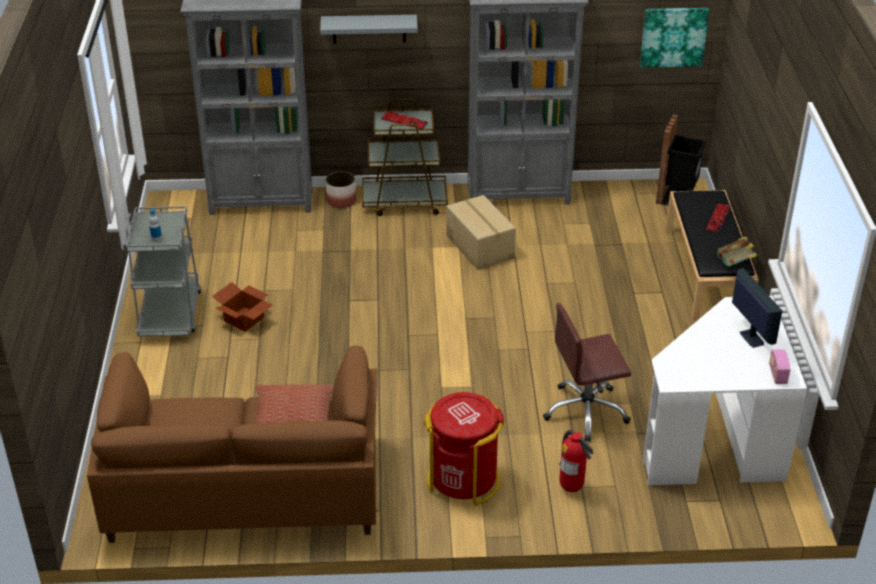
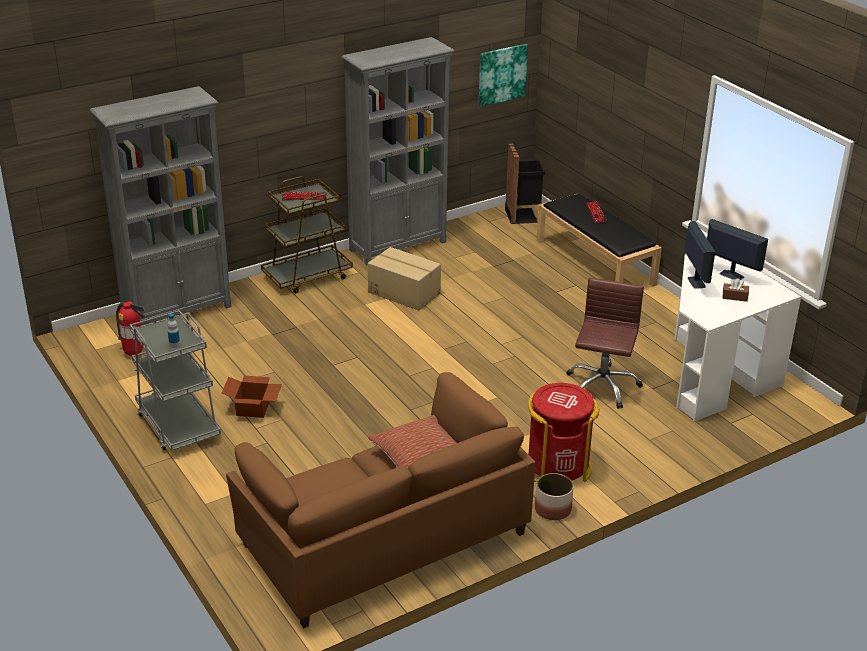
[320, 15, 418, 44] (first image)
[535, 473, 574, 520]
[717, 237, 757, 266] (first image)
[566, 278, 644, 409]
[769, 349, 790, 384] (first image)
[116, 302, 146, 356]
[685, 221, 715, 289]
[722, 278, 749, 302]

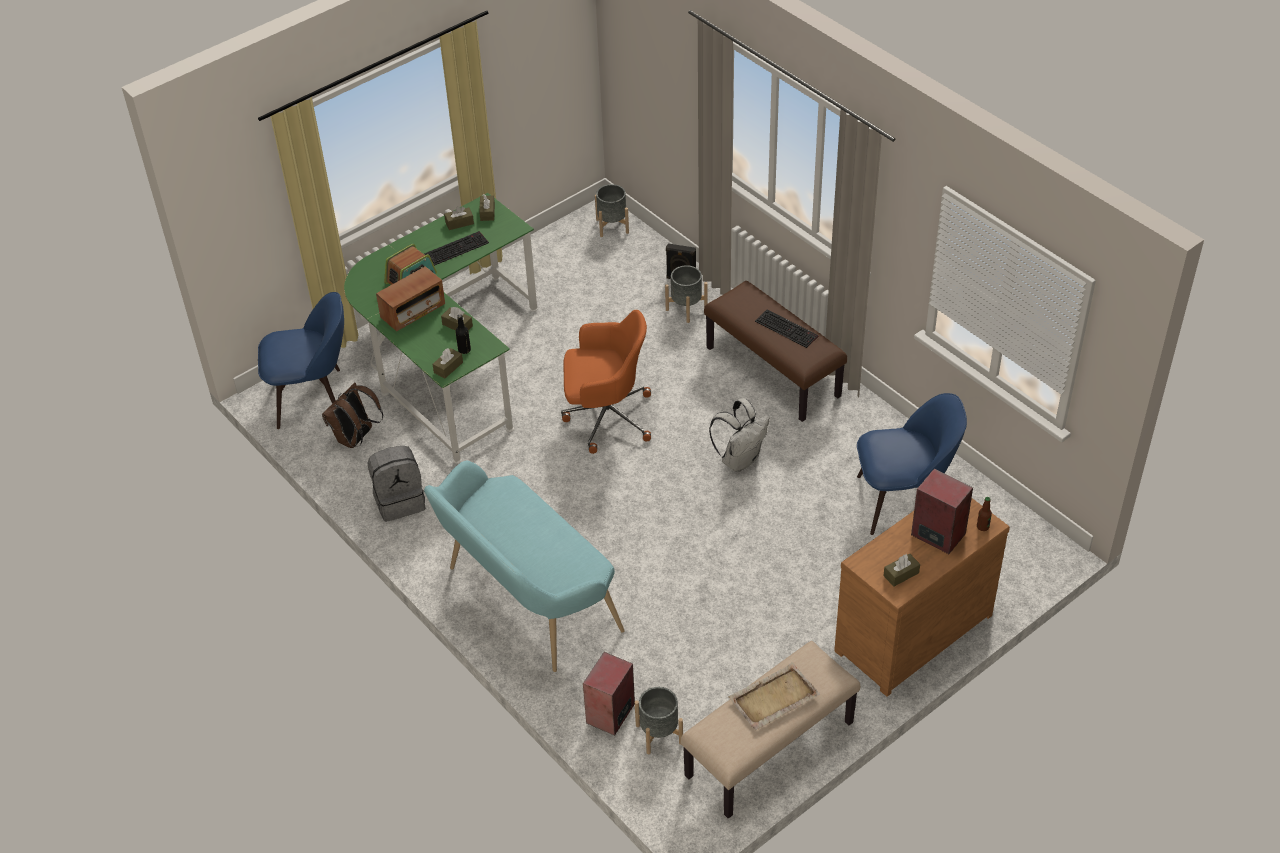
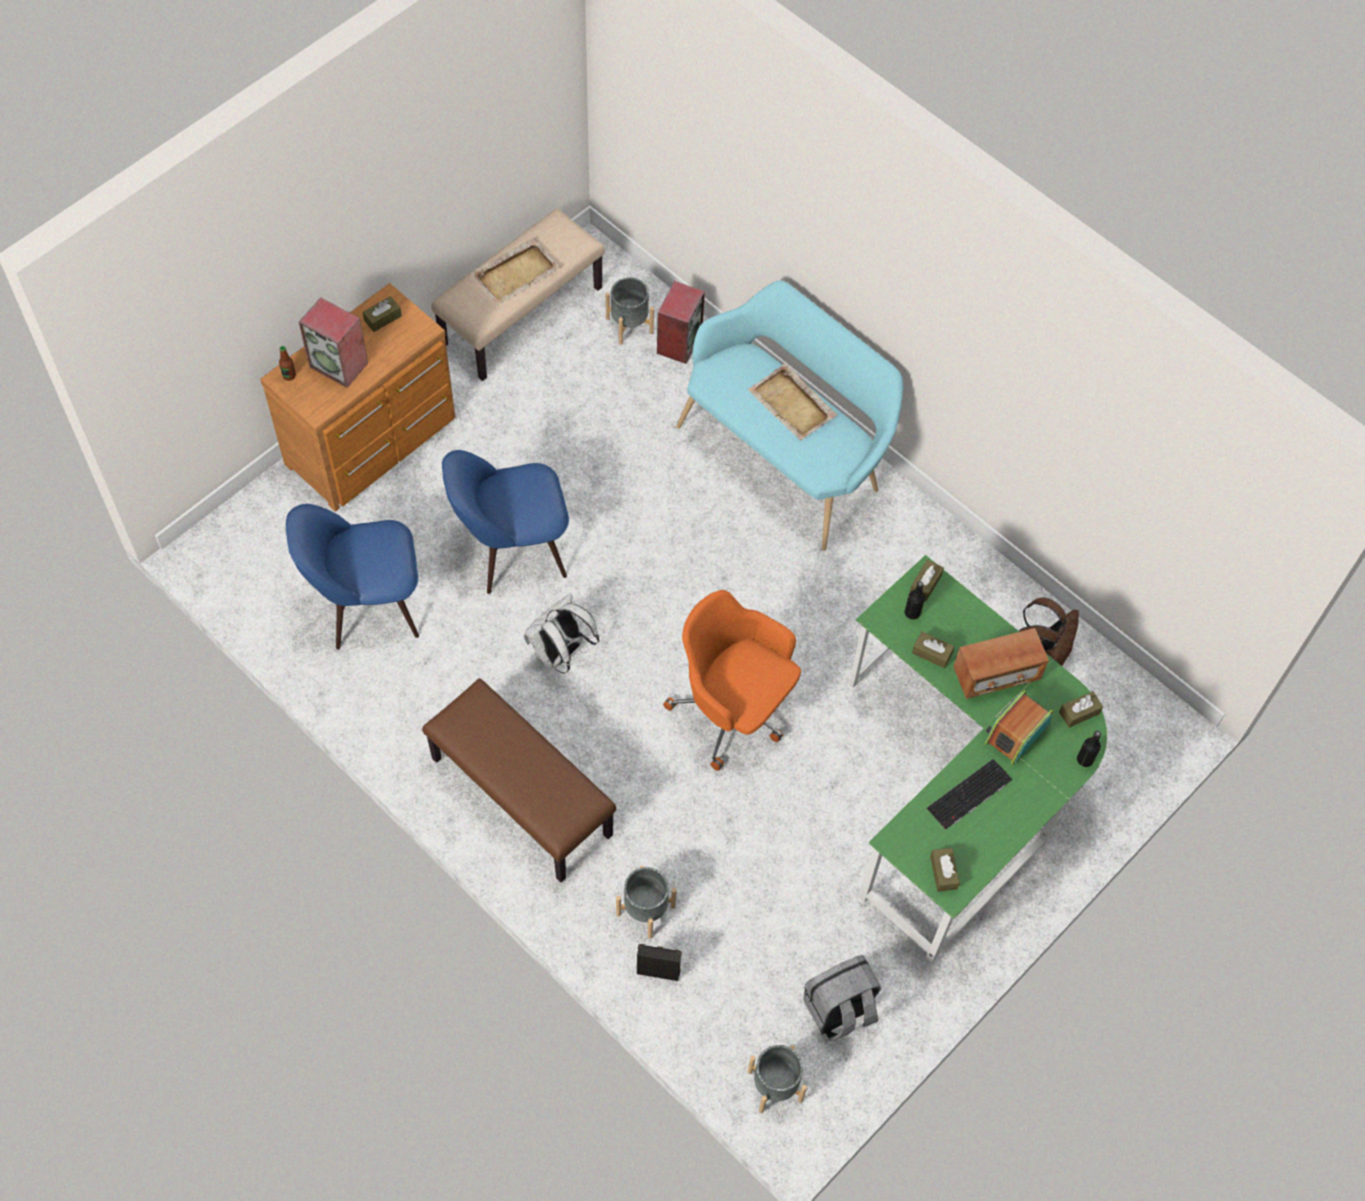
[1059, 691, 1103, 728]
[953, 628, 1049, 699]
[442, 450, 569, 594]
[663, 590, 801, 771]
[755, 310, 819, 348] (first image)
[803, 955, 881, 1041]
[747, 364, 837, 441]
[1077, 731, 1101, 767]

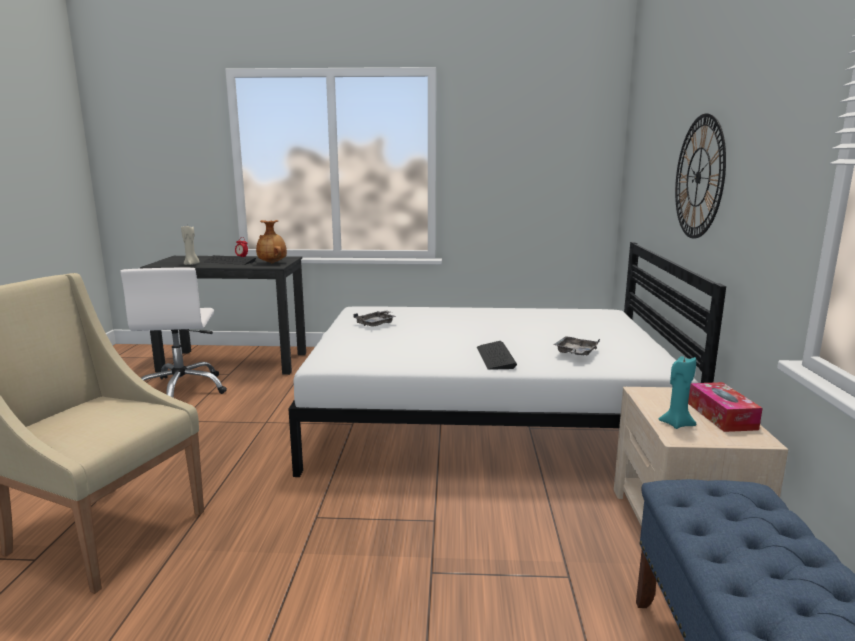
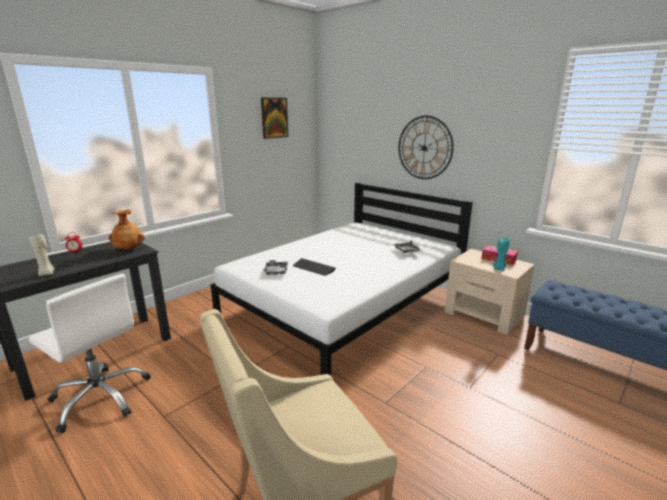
[293, 258, 335, 276]
[261, 98, 288, 139]

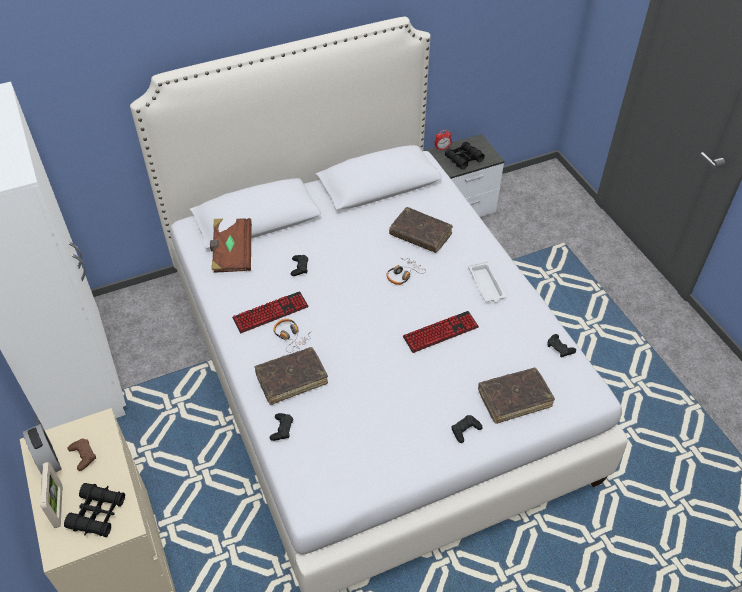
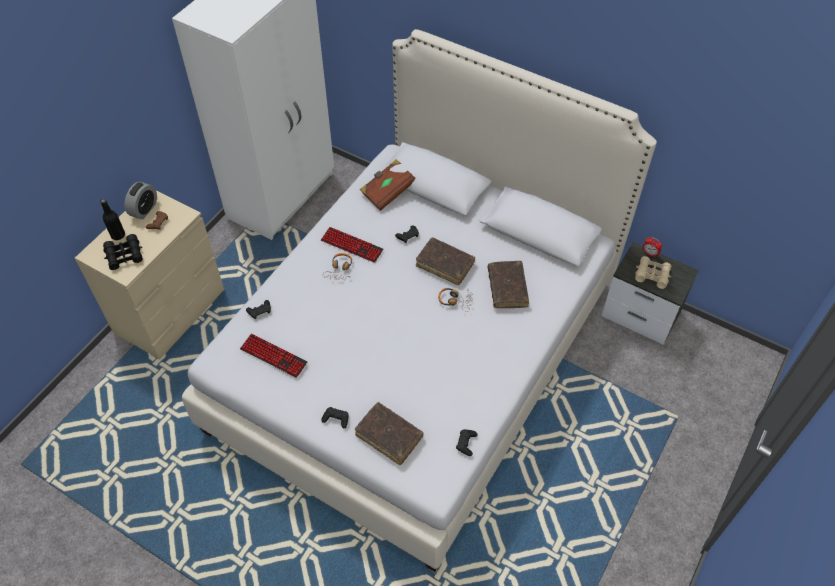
[635, 256, 671, 289]
[468, 261, 506, 302] (first image)
[240, 333, 307, 378]
[416, 237, 475, 285]
[100, 199, 125, 240]

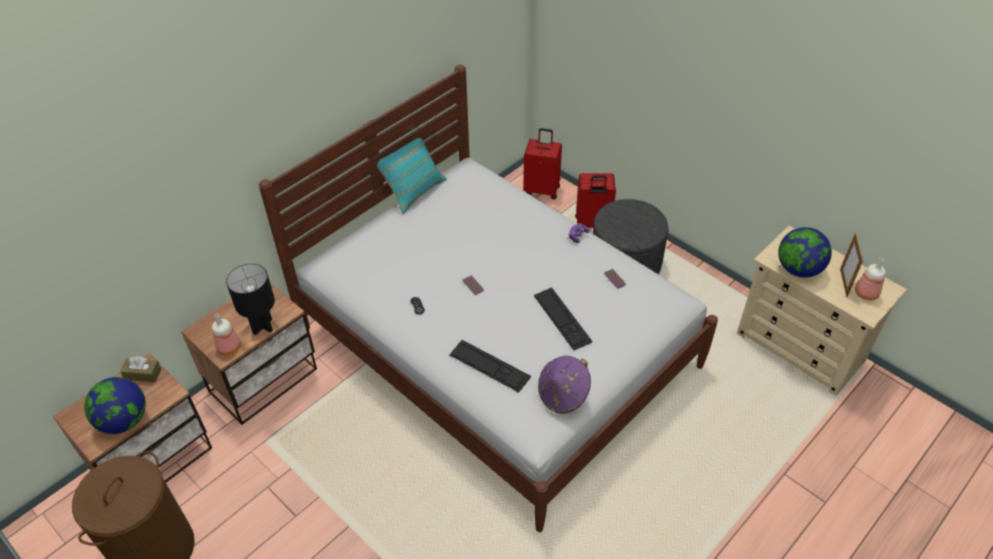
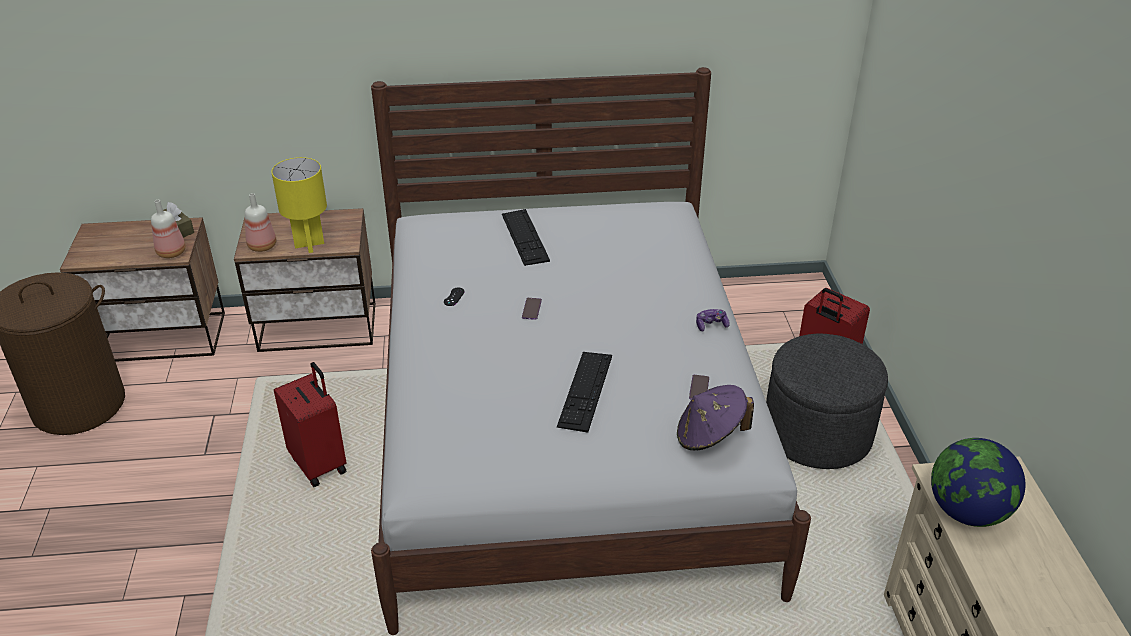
[377, 127, 447, 214] (first image)
[274, 362, 347, 487]
[840, 233, 863, 297] (first image)
[151, 200, 186, 258]
[272, 157, 327, 253]
[502, 209, 550, 266]
[677, 385, 754, 450]
[84, 377, 146, 434] (first image)

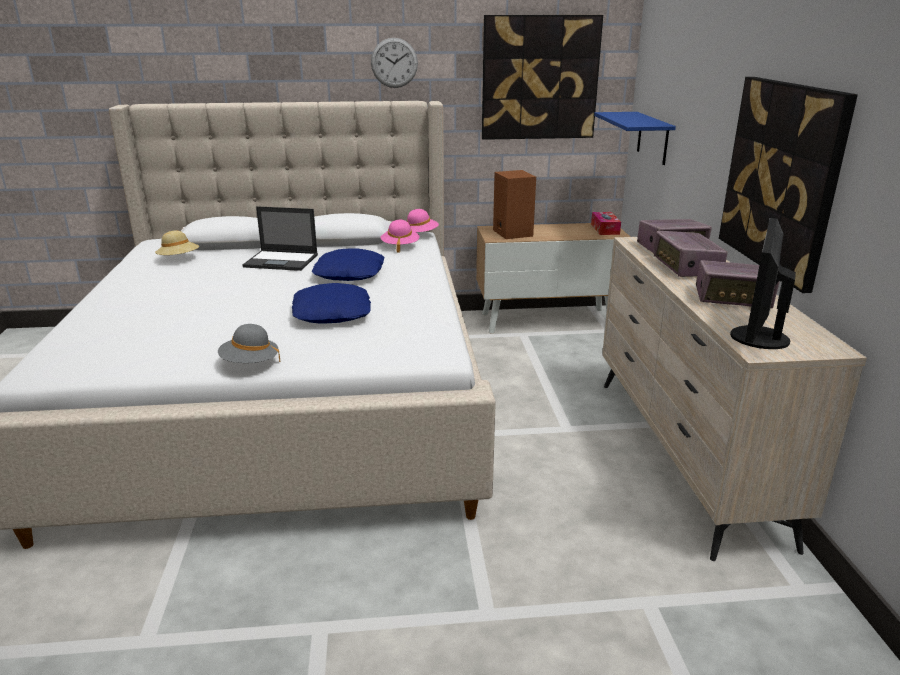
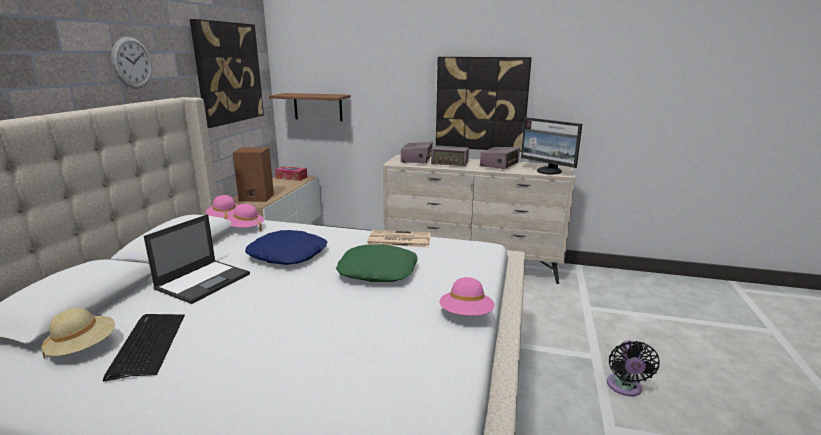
[269, 93, 351, 121]
[336, 244, 417, 282]
[440, 277, 495, 316]
[367, 230, 431, 247]
[103, 314, 185, 381]
[607, 340, 660, 396]

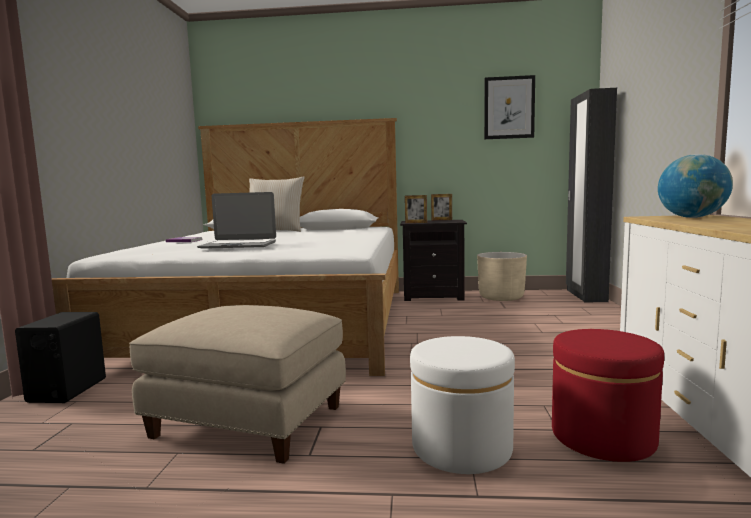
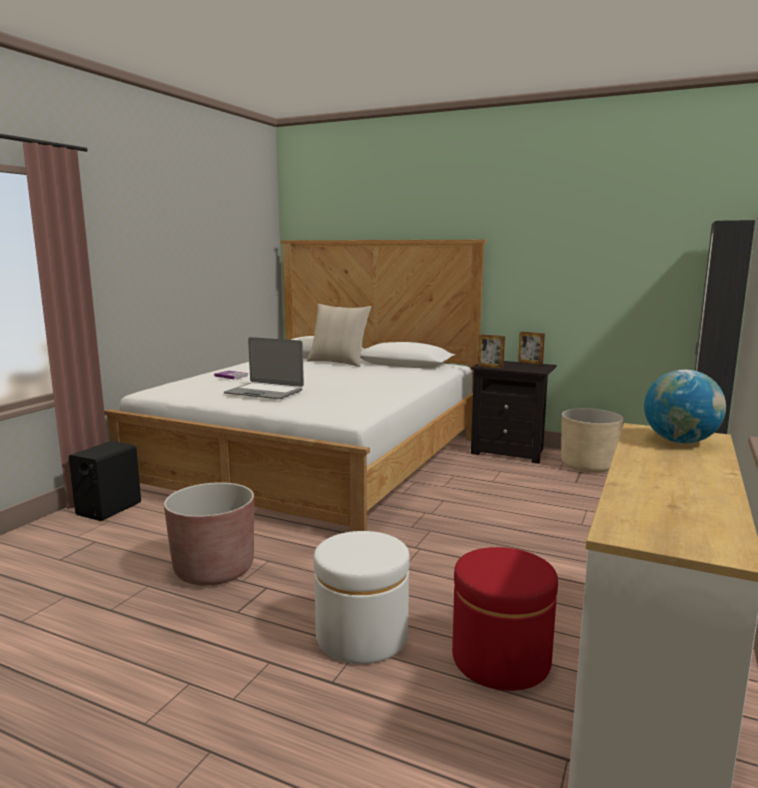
[484, 75, 535, 139] (first image)
[164, 482, 254, 586]

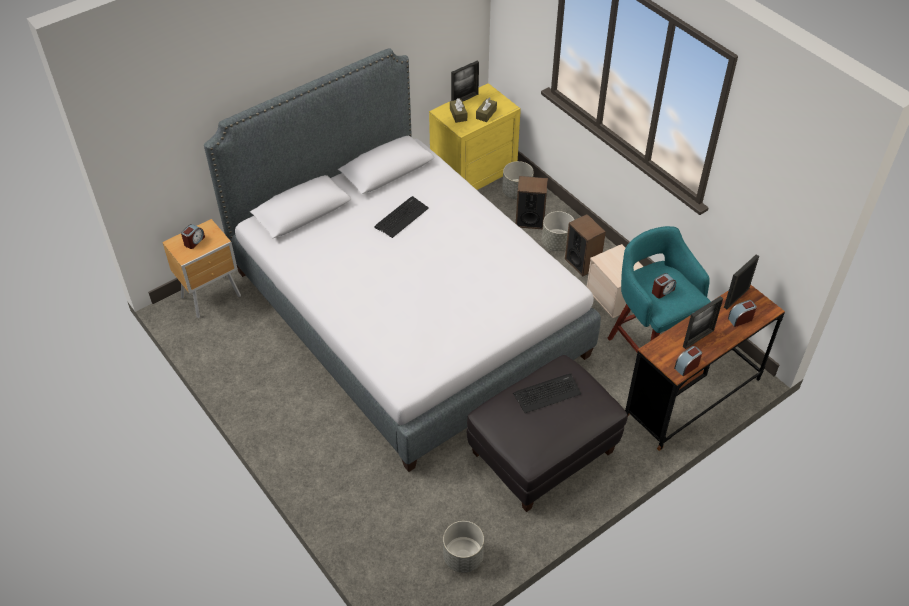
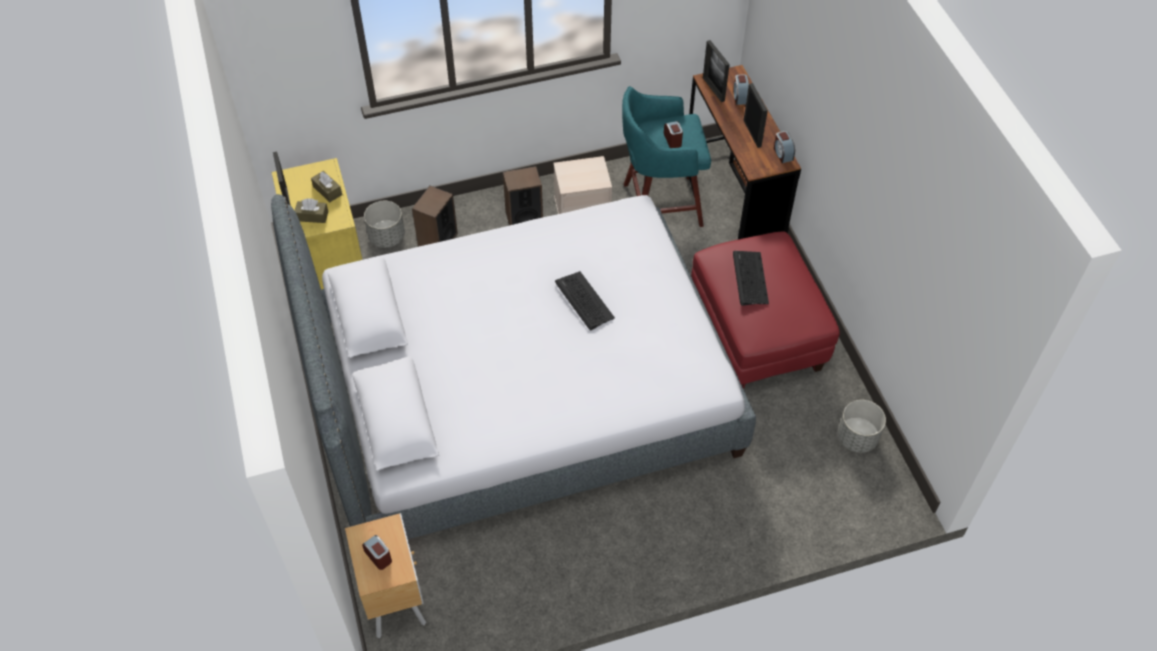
[555, 271, 615, 330]
[542, 211, 574, 251] (first image)
[691, 231, 840, 389]

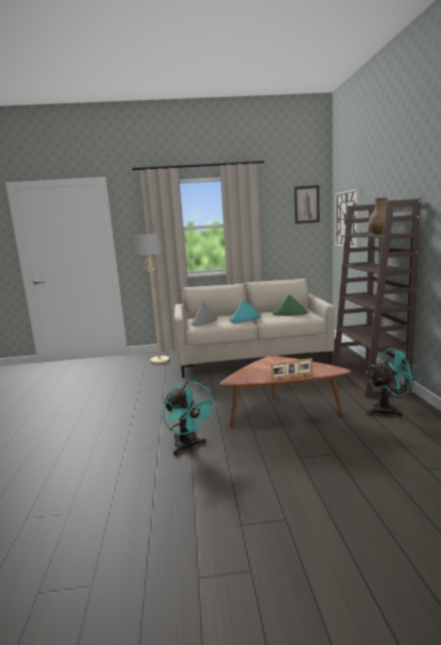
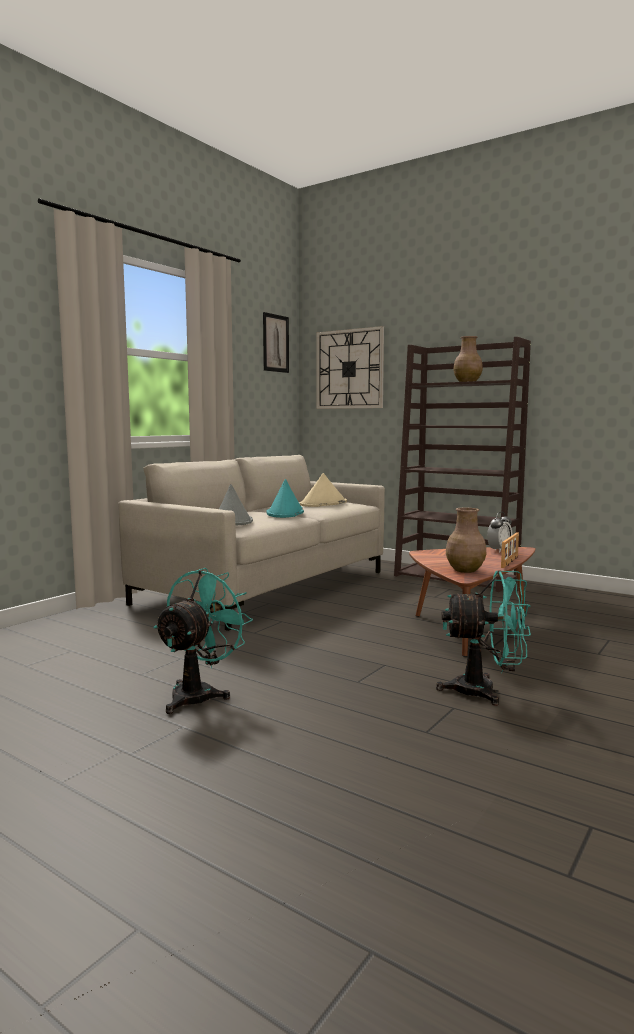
[135, 234, 169, 364] (first image)
[300, 473, 347, 507]
[153, 568, 253, 714]
[446, 508, 486, 573]
[487, 512, 512, 553]

